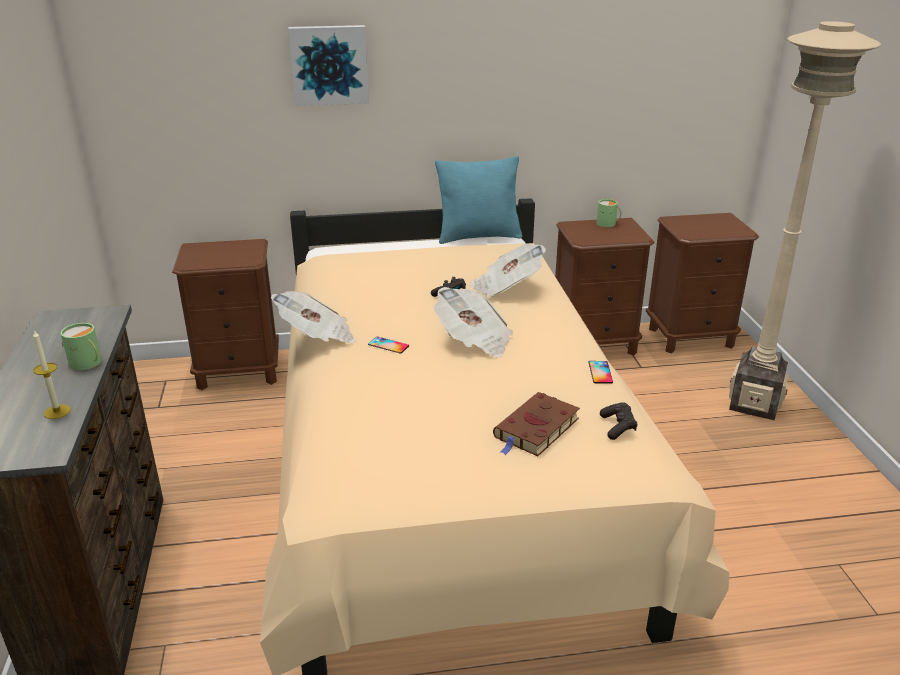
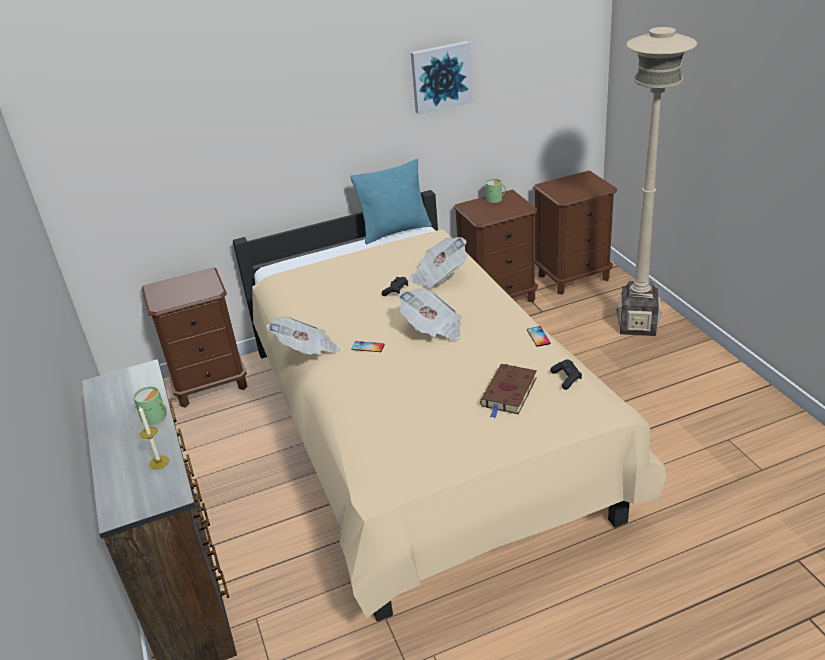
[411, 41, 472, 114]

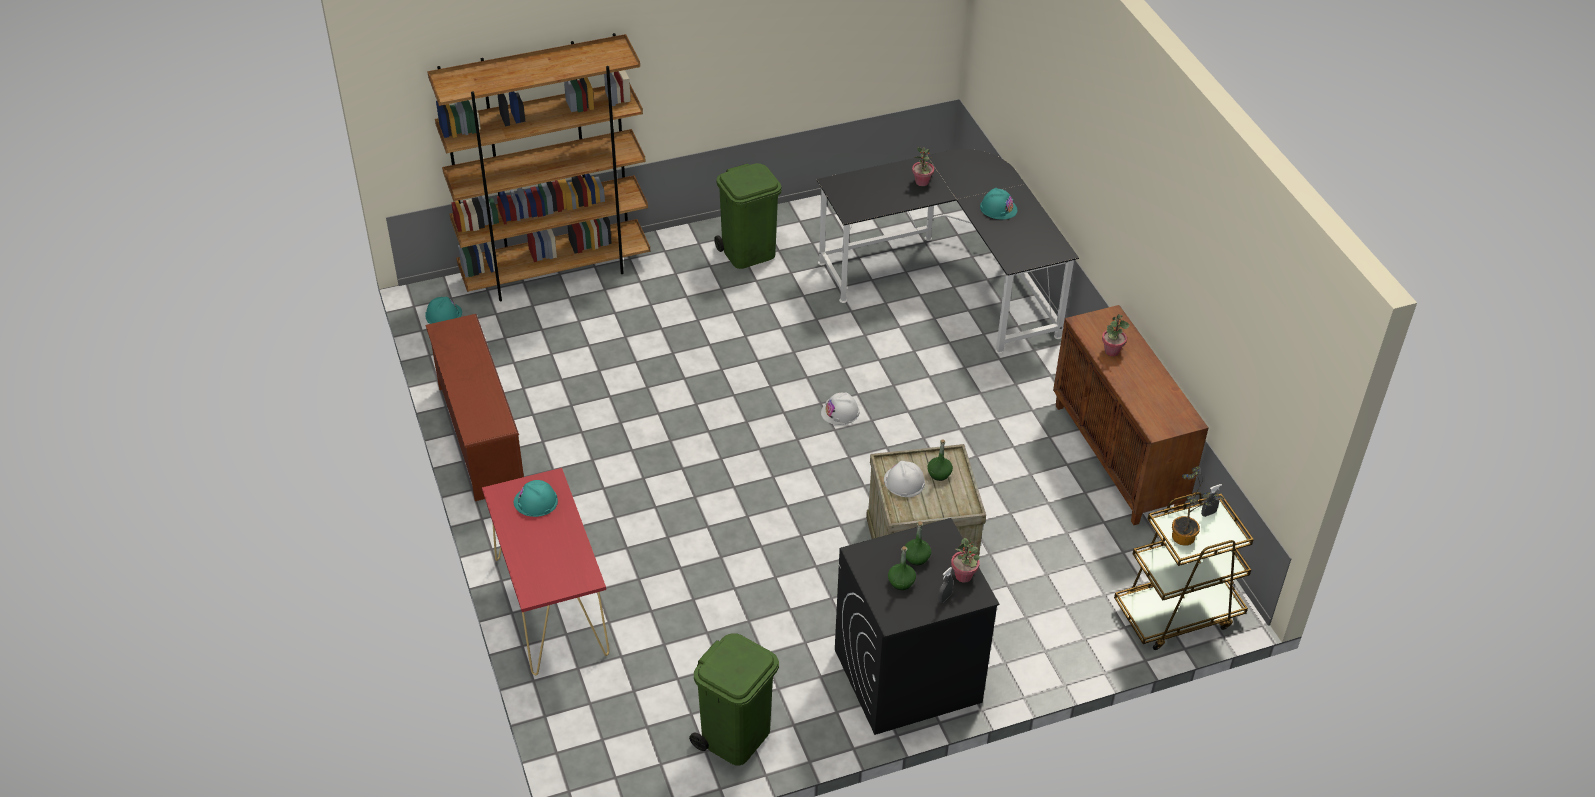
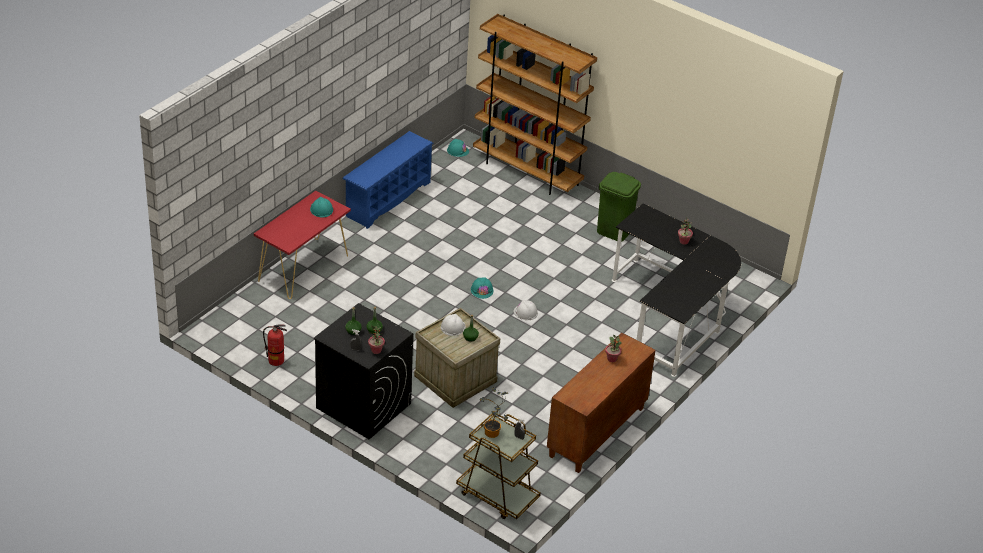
[471, 277, 493, 299]
[342, 131, 433, 229]
[263, 324, 287, 366]

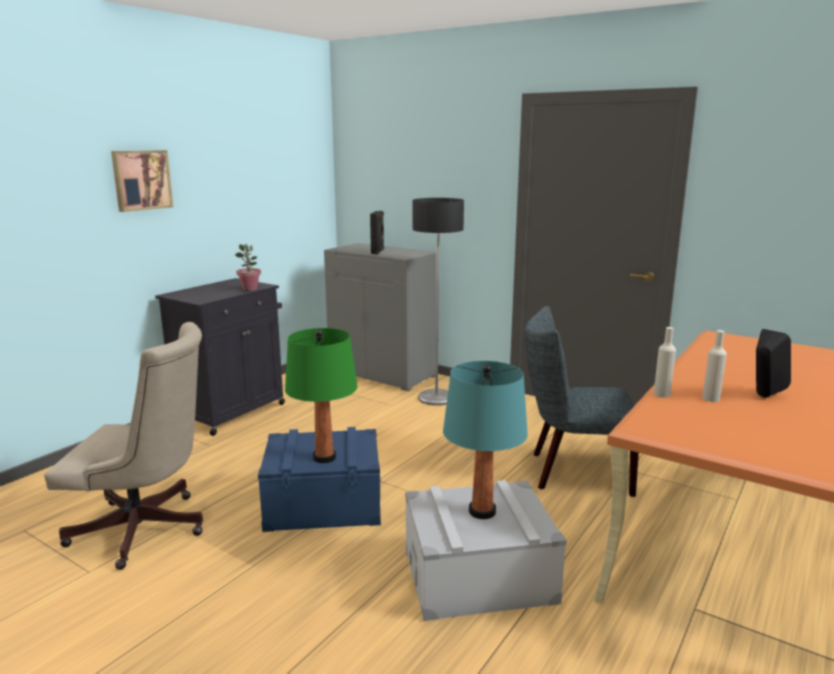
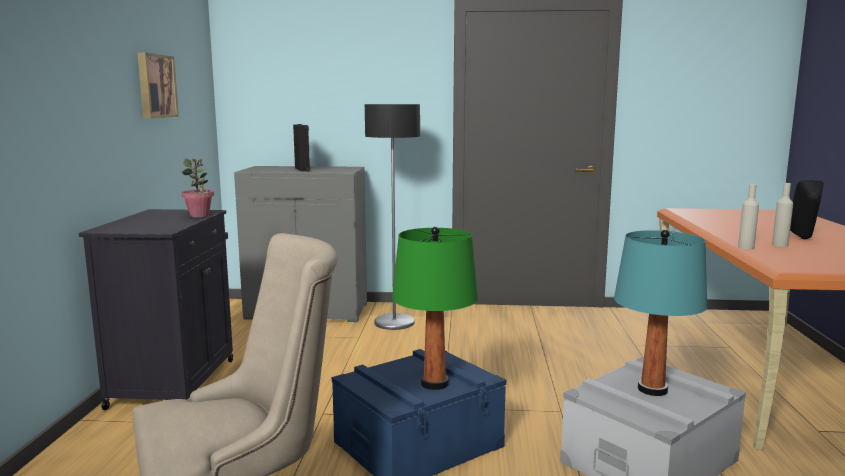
[137, 52, 179, 118]
[525, 306, 639, 497] (first image)

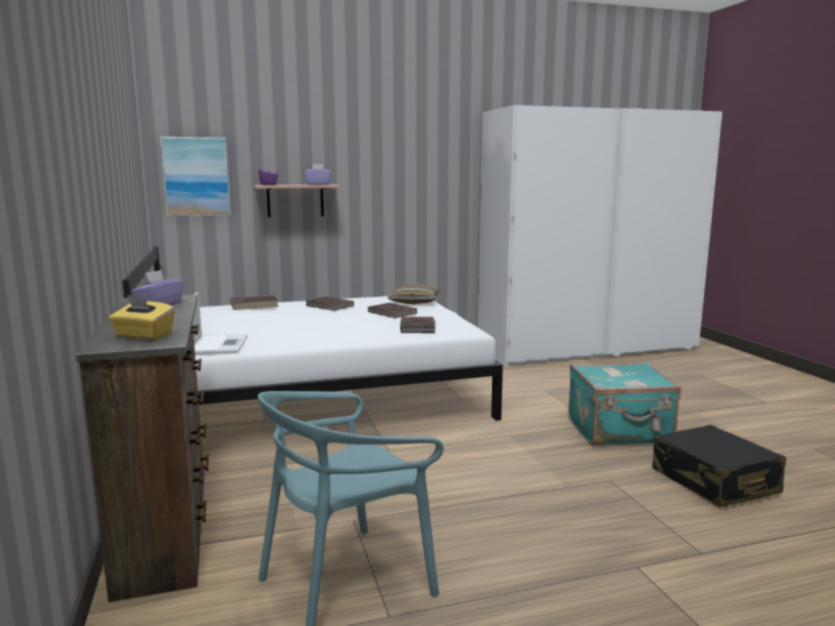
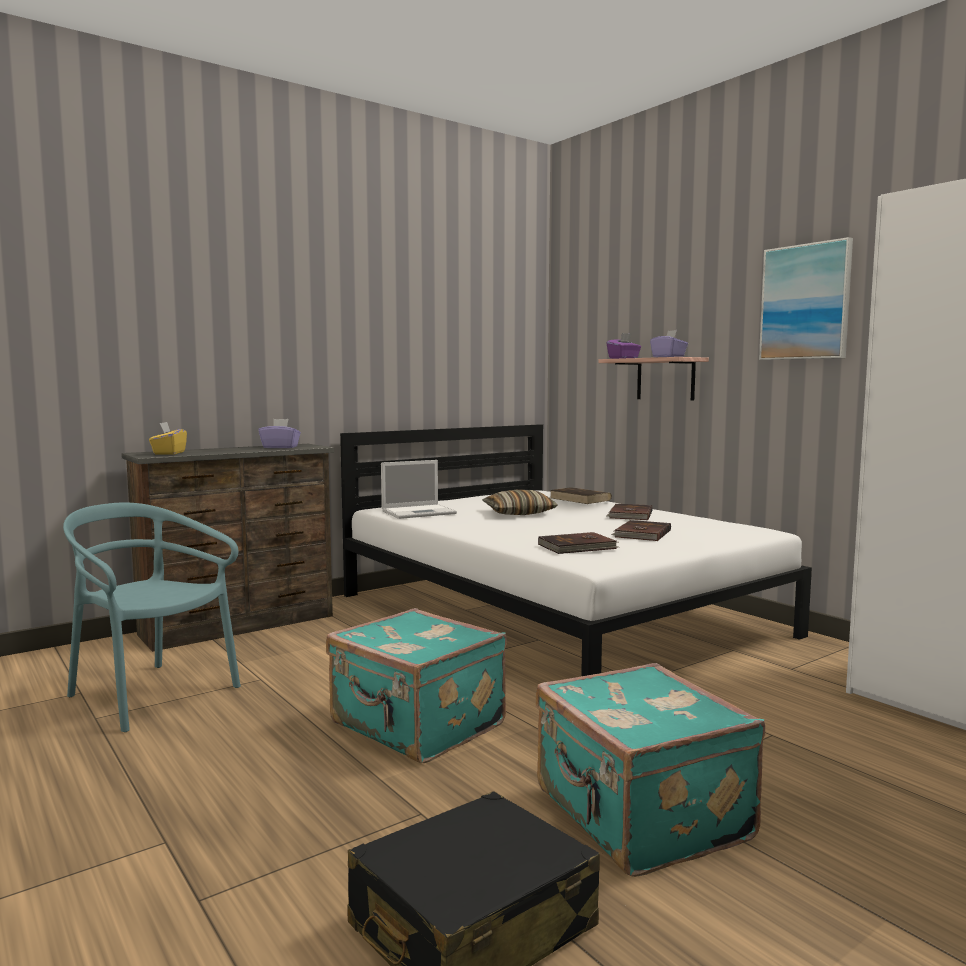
[759, 237, 853, 360]
[482, 490, 558, 515]
[326, 608, 507, 763]

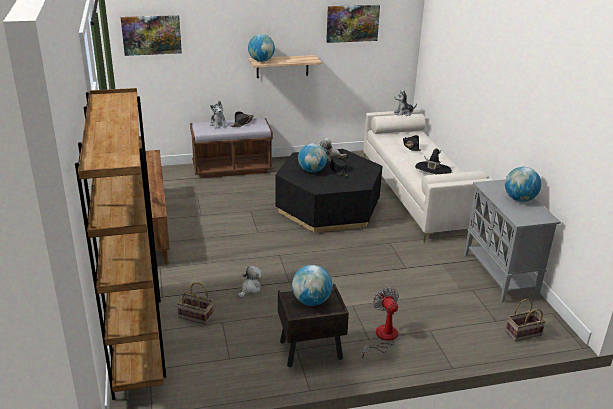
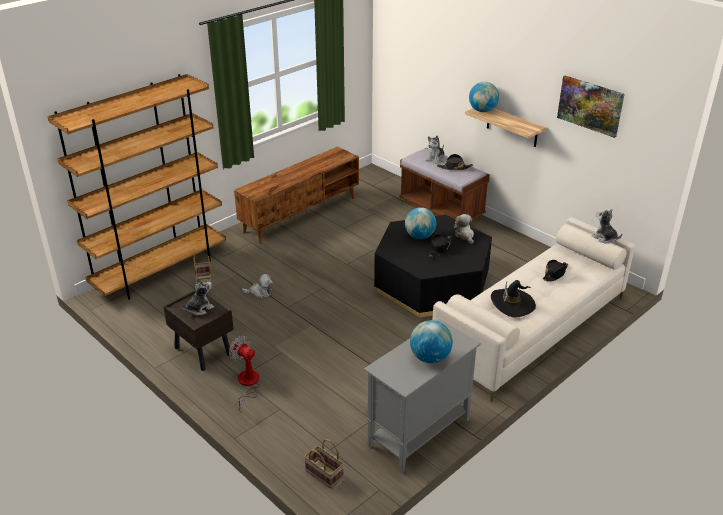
[121, 15, 182, 56] (first image)
[182, 278, 214, 315]
[229, 336, 260, 410]

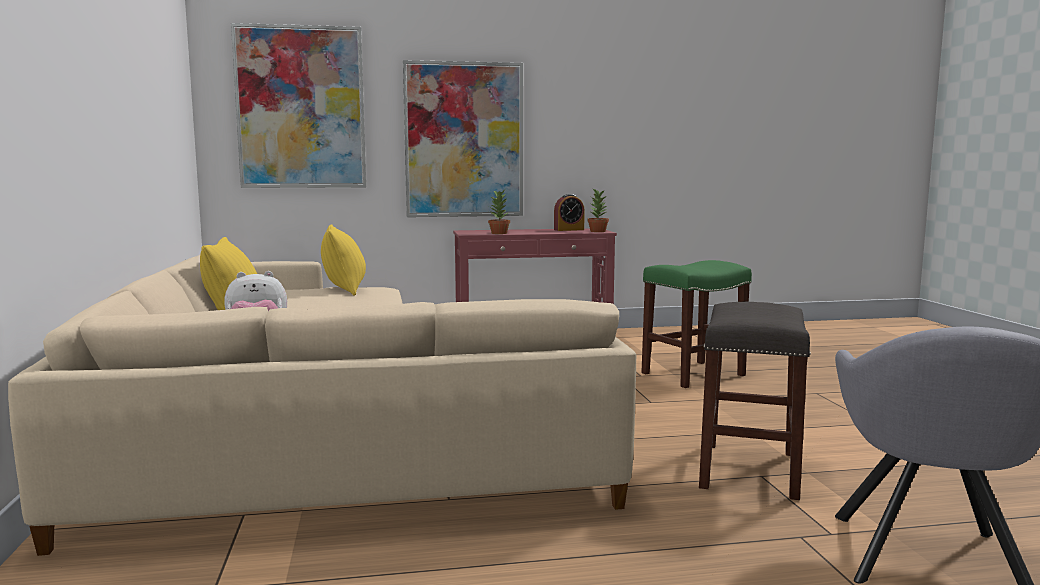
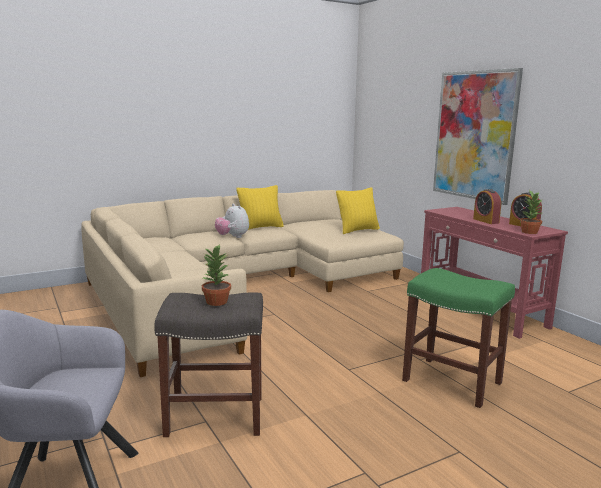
[231, 23, 366, 188] (first image)
[202, 245, 231, 306]
[473, 189, 501, 224]

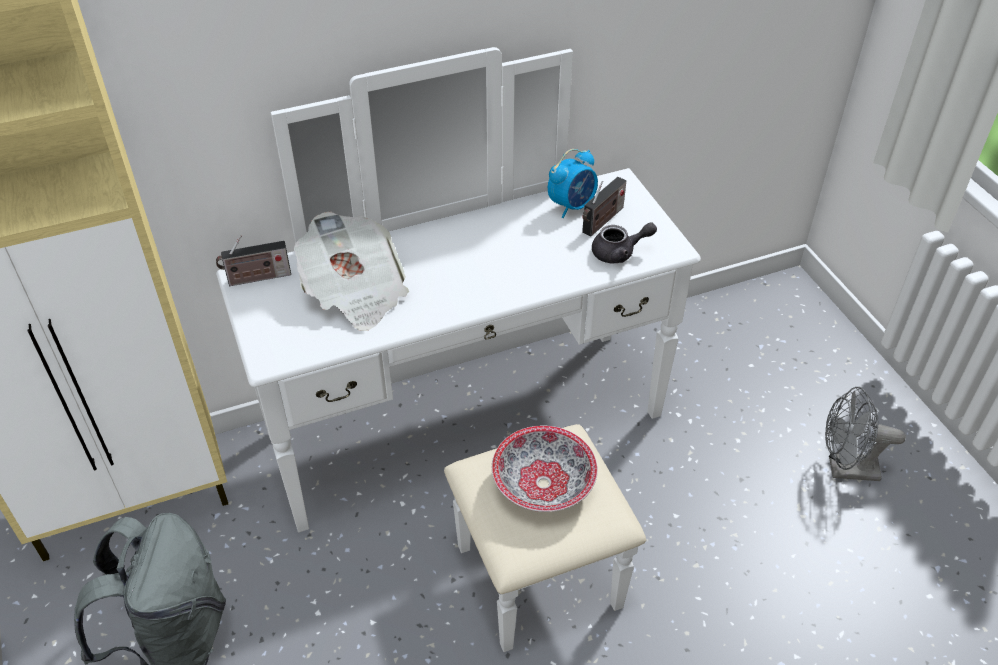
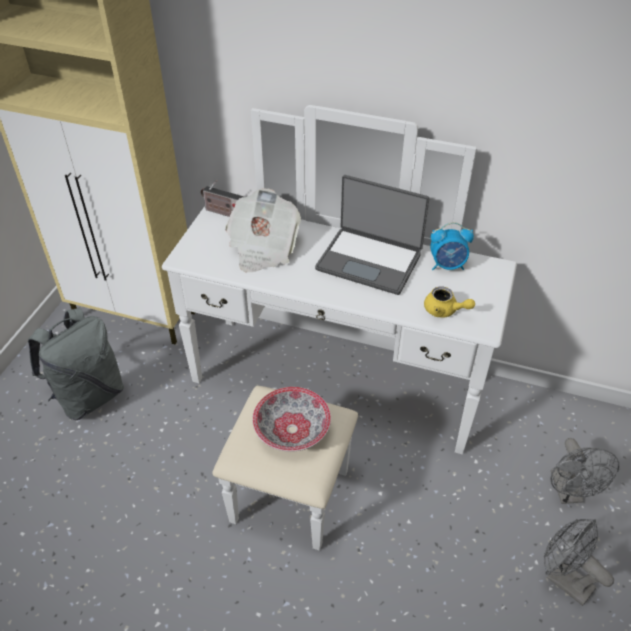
[582, 177, 626, 236] (first image)
[424, 286, 475, 317]
[315, 175, 429, 295]
[550, 438, 619, 504]

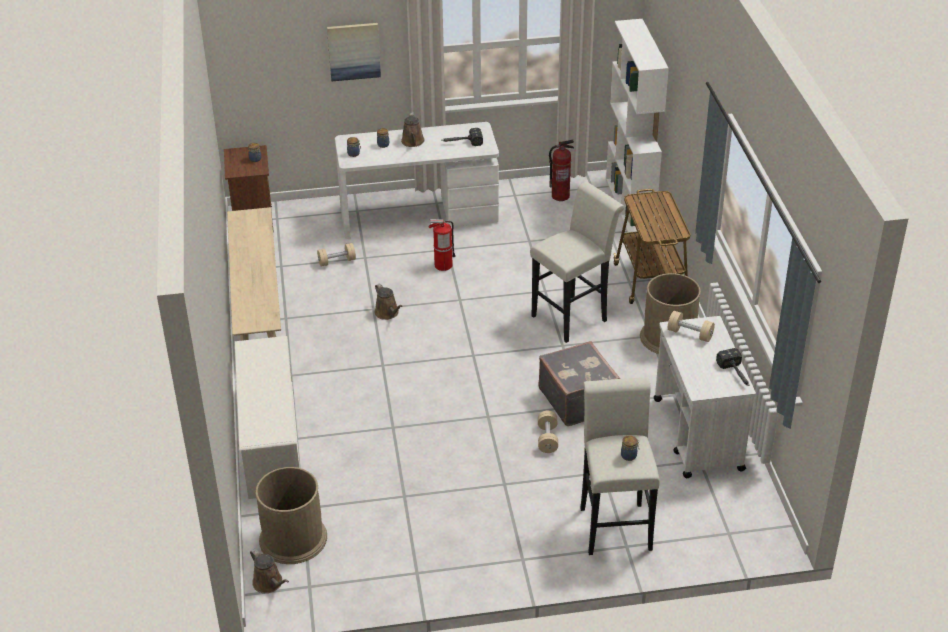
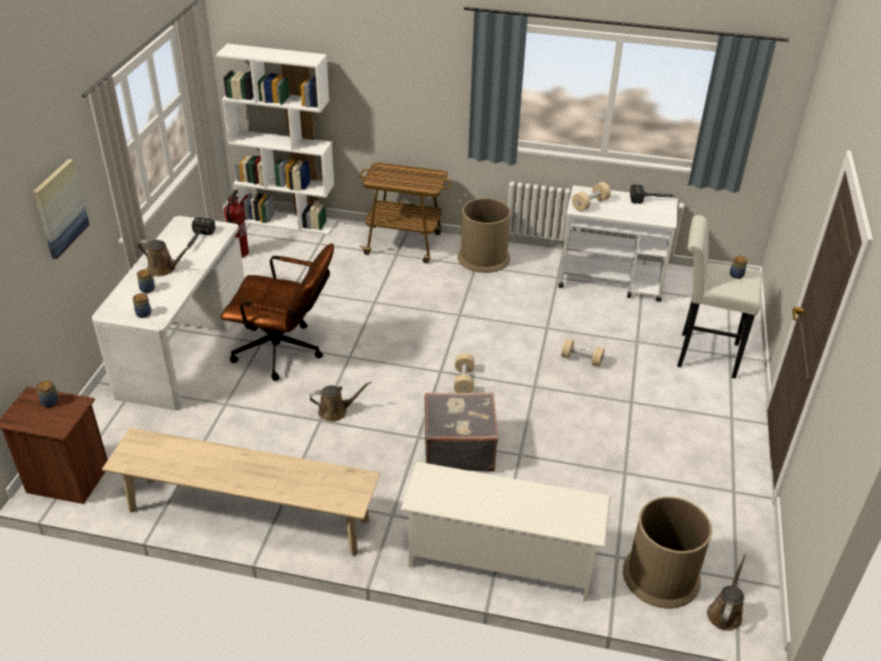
[530, 182, 624, 343] (first image)
[221, 243, 334, 381]
[454, 353, 474, 393]
[425, 392, 499, 471]
[707, 553, 746, 631]

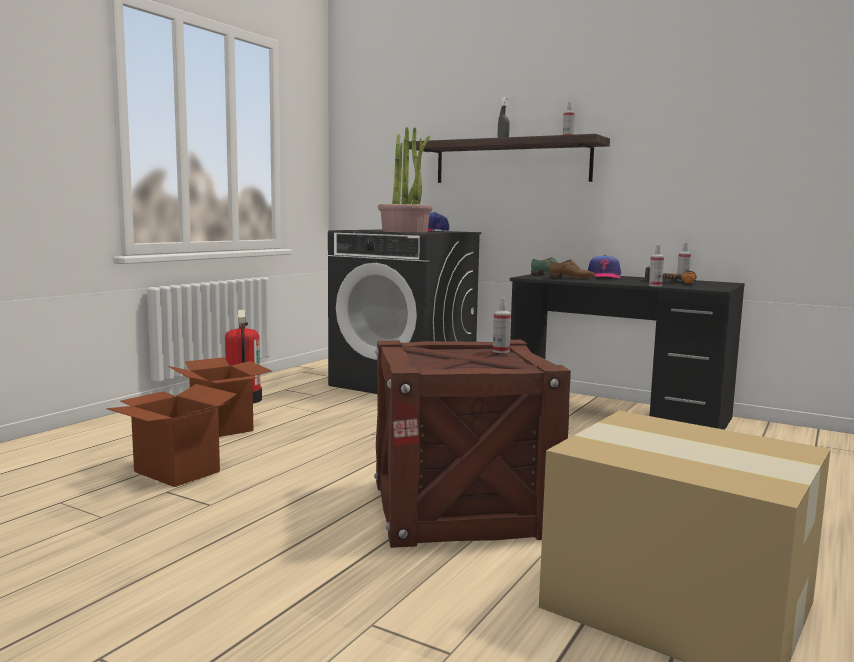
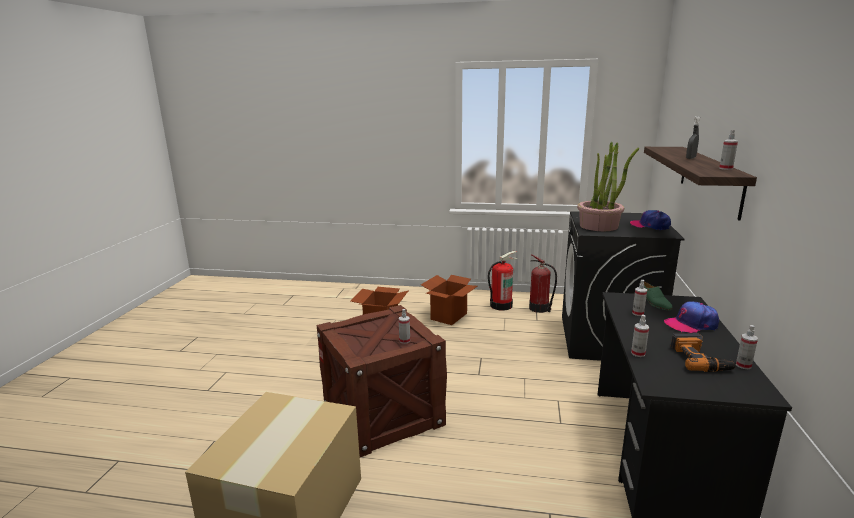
[632, 280, 647, 316]
[529, 254, 557, 313]

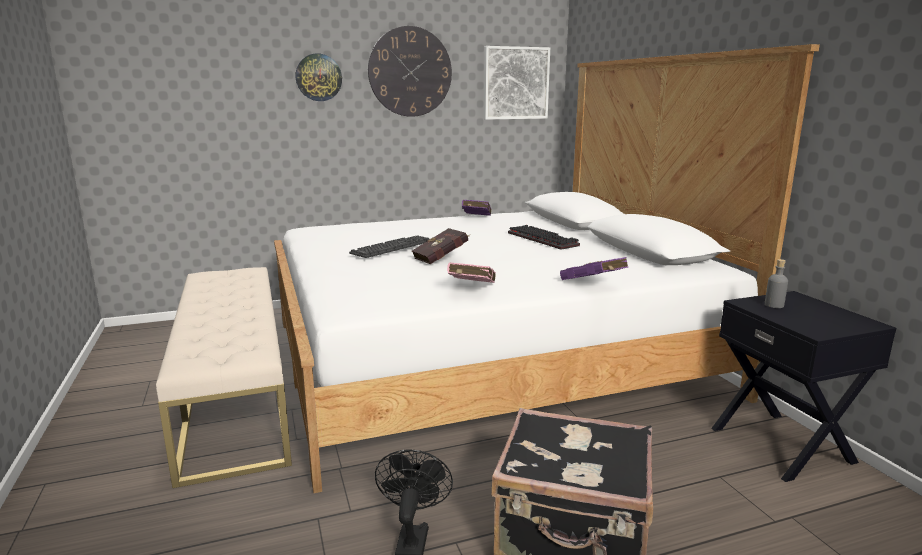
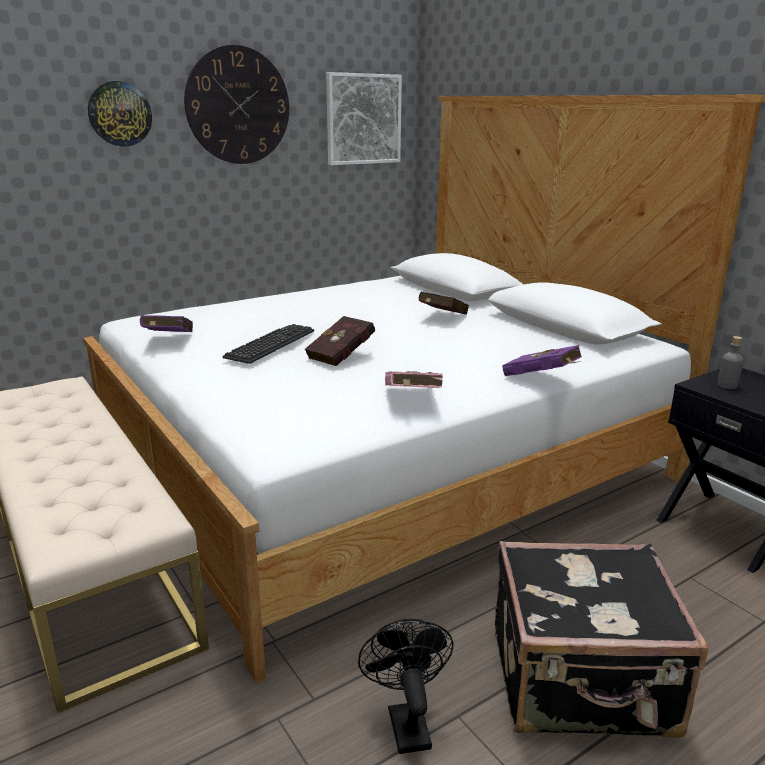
[140, 315, 193, 332]
[419, 292, 469, 315]

